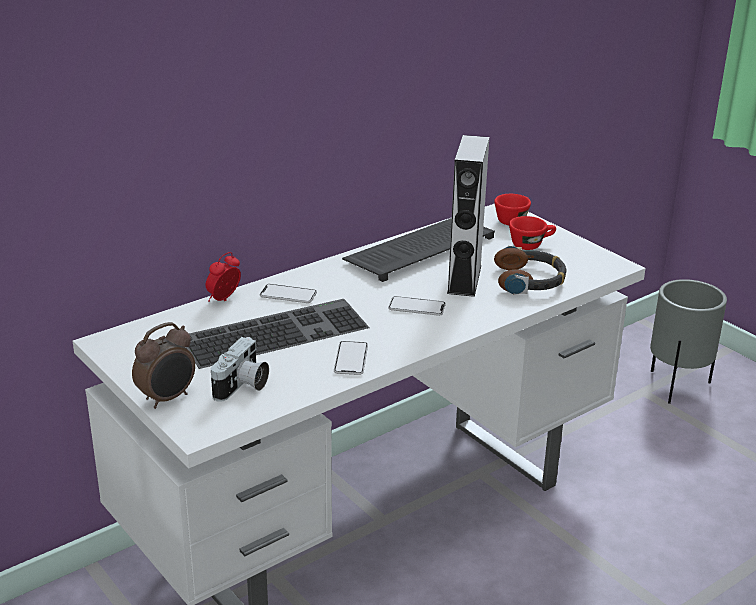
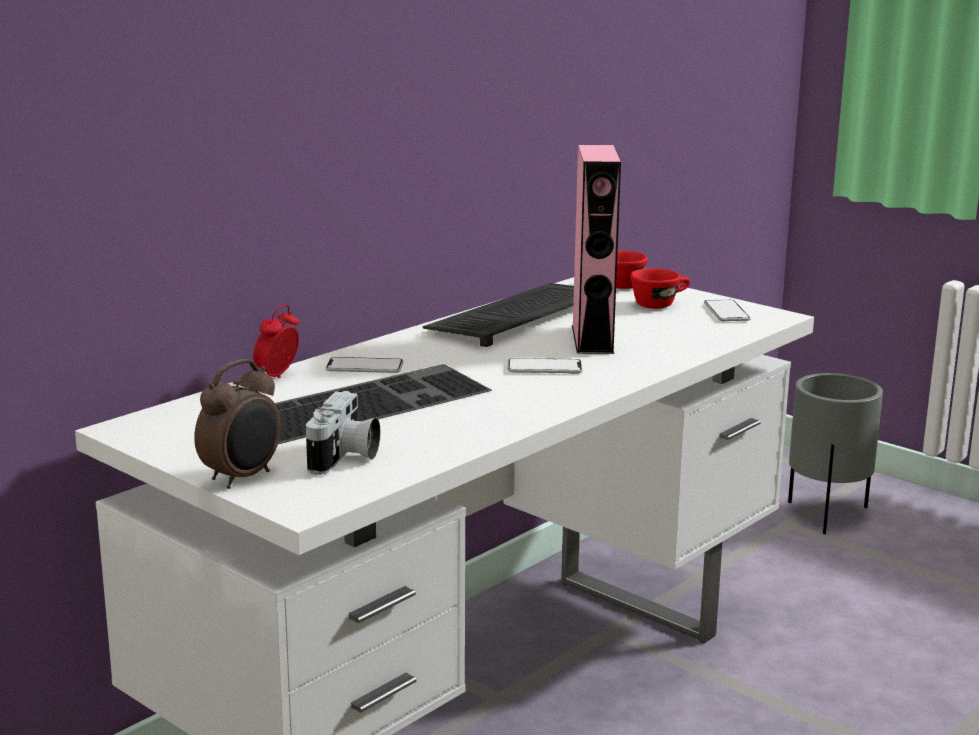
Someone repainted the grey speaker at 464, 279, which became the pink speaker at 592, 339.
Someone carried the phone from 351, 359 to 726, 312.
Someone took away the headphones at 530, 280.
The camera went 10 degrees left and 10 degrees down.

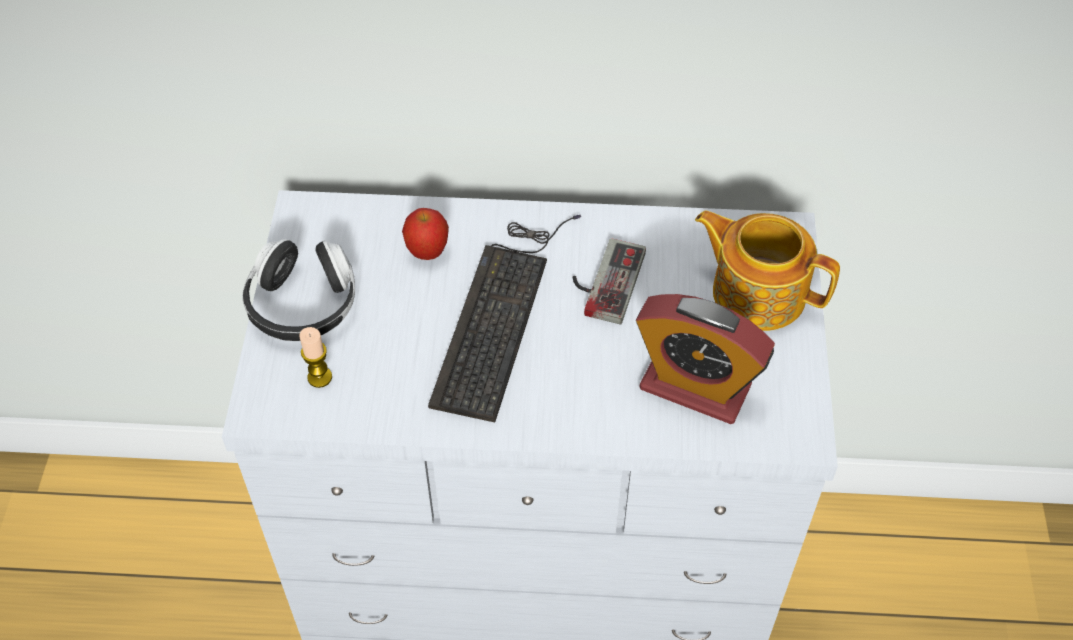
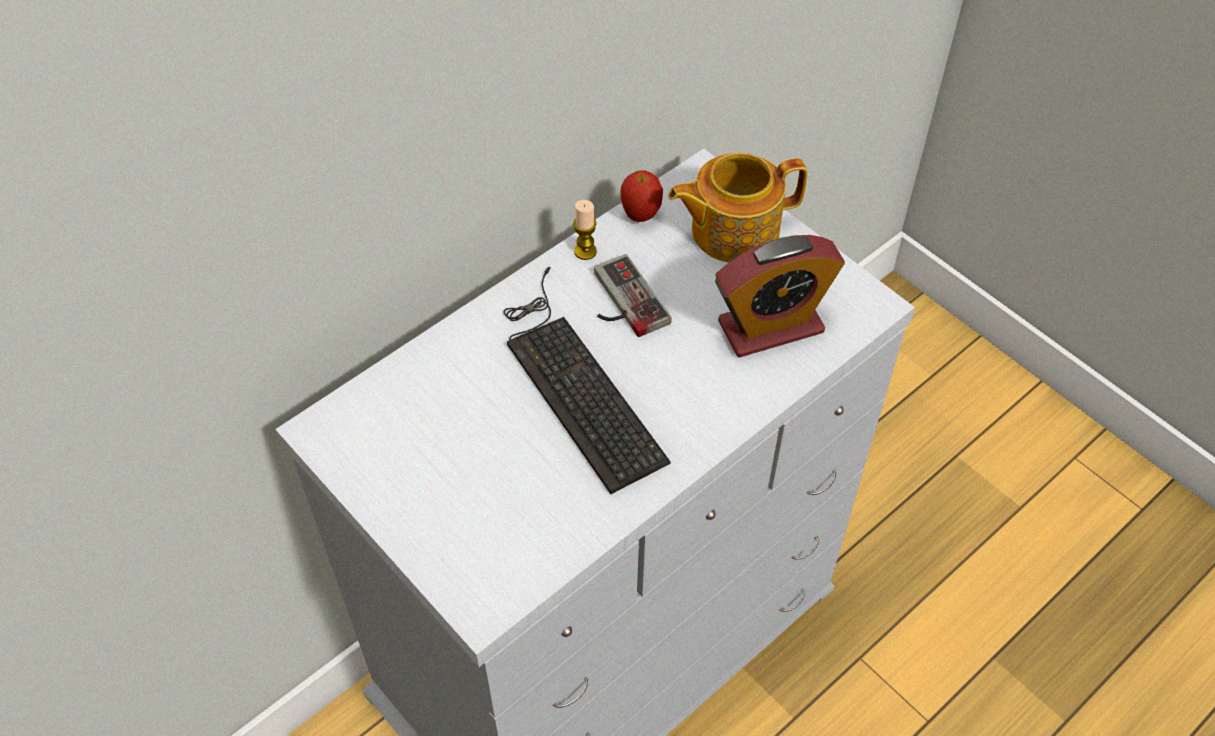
Someone carried the candle from 319, 377 to 585, 251.
Someone carried the apple from 427, 252 to 640, 215.
Someone took away the headphones at 303, 305.
The camera went 45 degrees left and 0 degrees up.

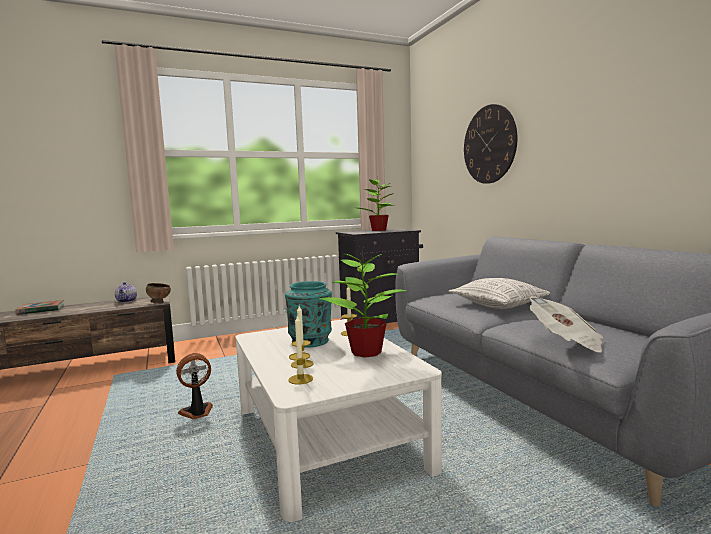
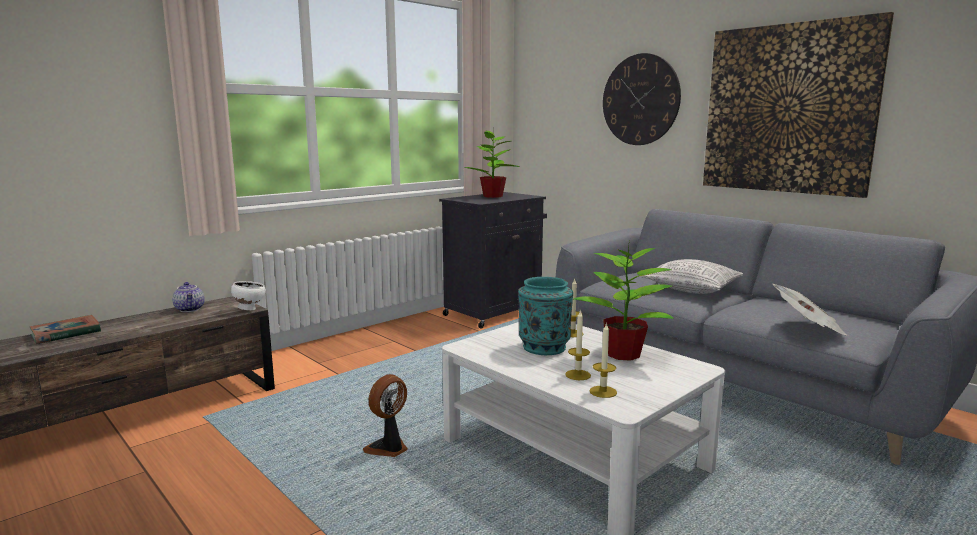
Someone repainted the brown bowl at 159, 303, which became the white bowl at 249, 309.
Someone put up the picture at 788, 109.
The camera went 20 degrees left and 5 degrees up.

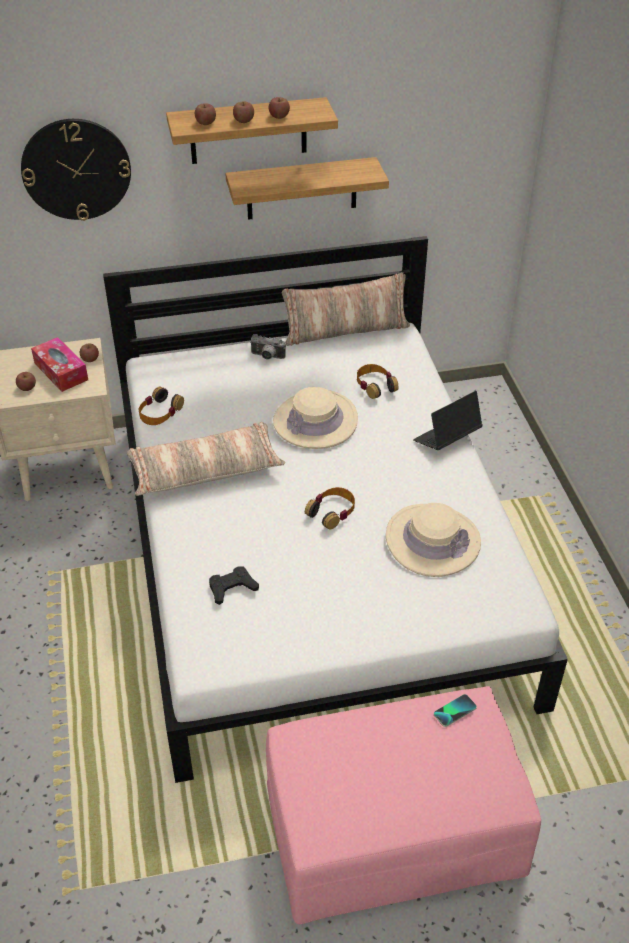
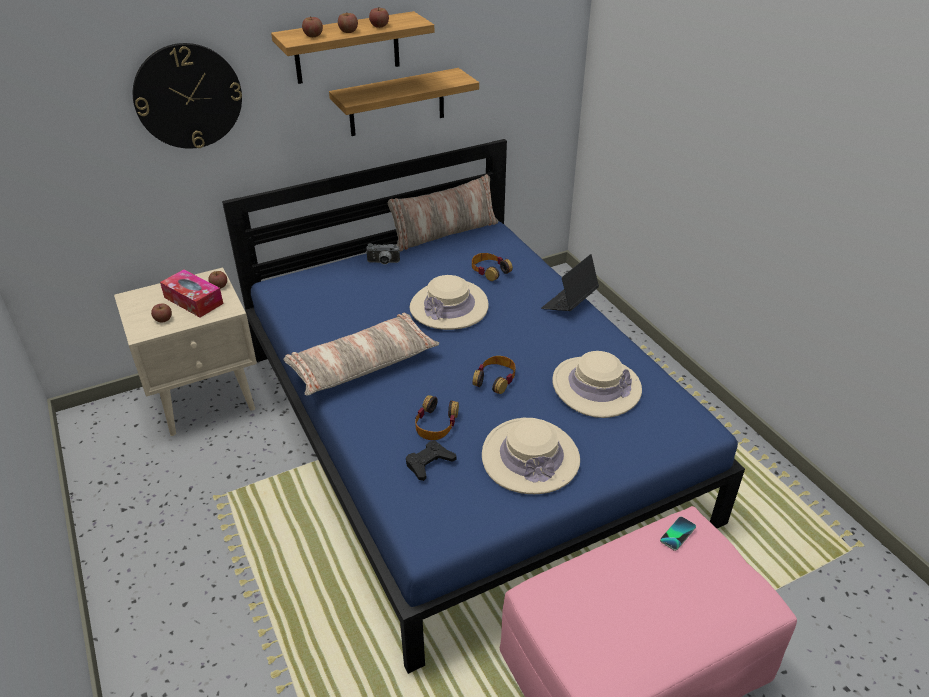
Someone repainted the white bed at 316, 553, which became the blue bed at 465, 431.
Someone carried the headphones from 160, 412 to 436, 423.
Someone put down the beige hat at 530, 457.
The camera went 15 degrees left and 5 degrees down.

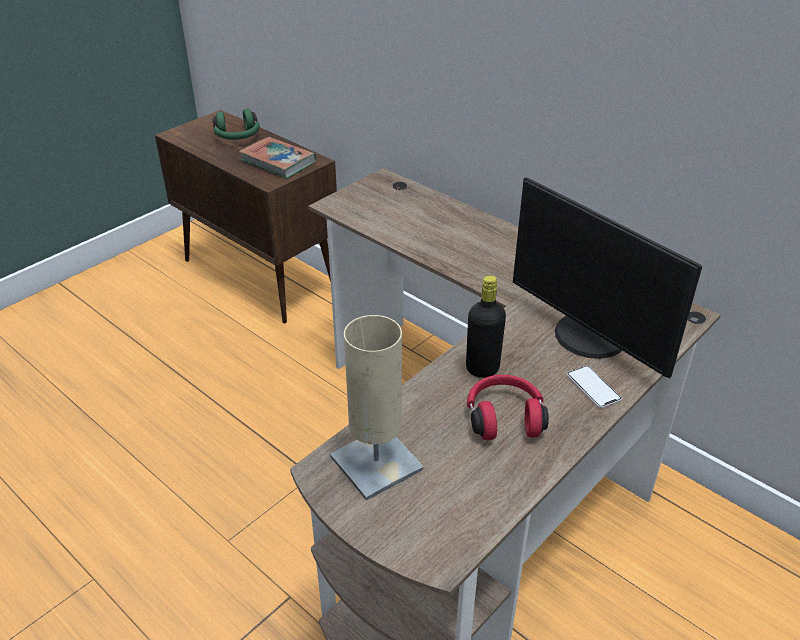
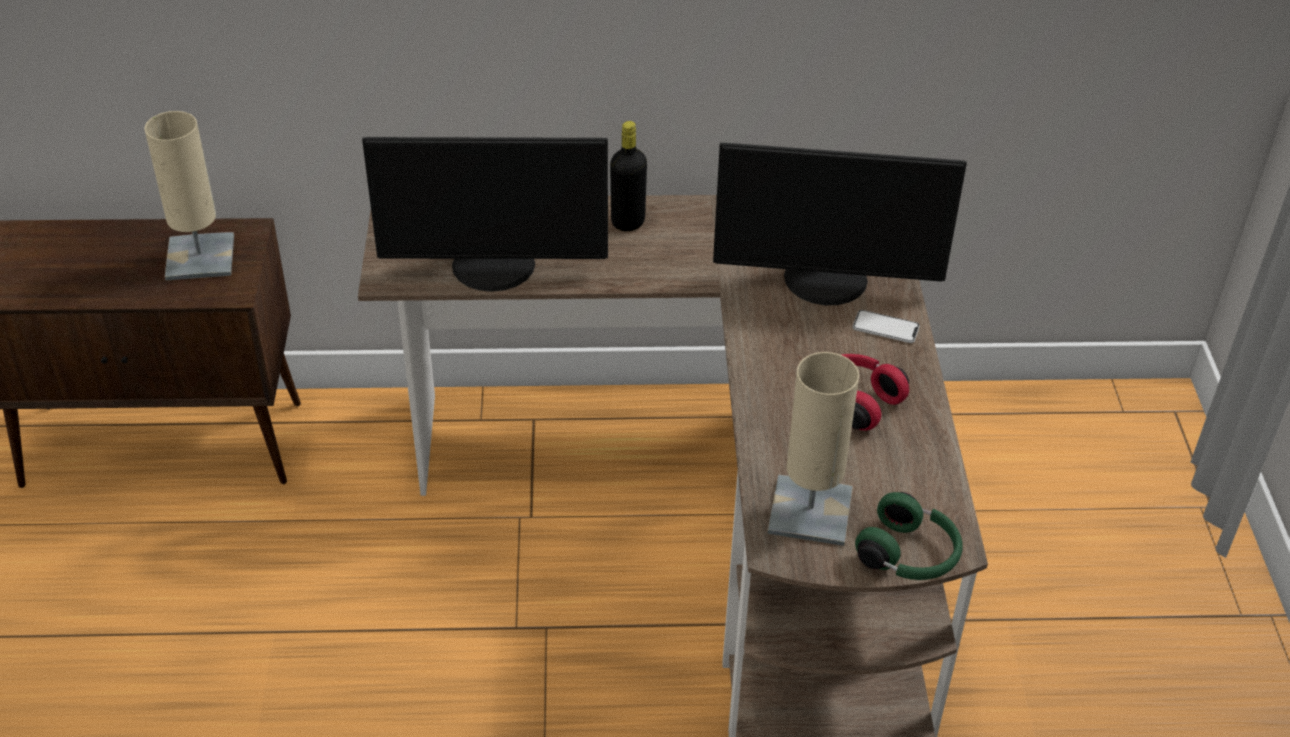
Someone swapped the book at 278, 161 for the beige table lamp at 200, 257.
Someone put down the monitor at 493, 268.
Someone carried the black bottle from 482, 369 to 628, 222.
Someone carried the green headphones from 237, 137 to 909, 555.
The camera went 45 degrees left and 5 degrees up.

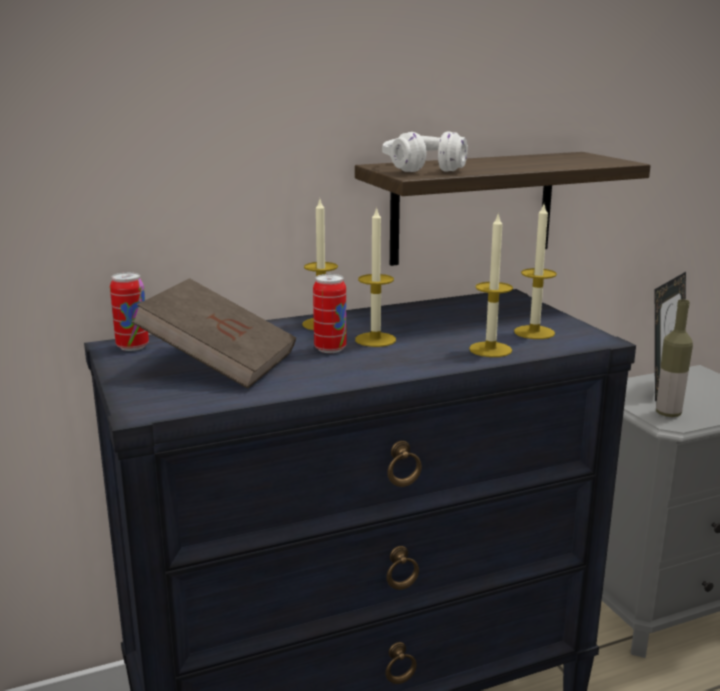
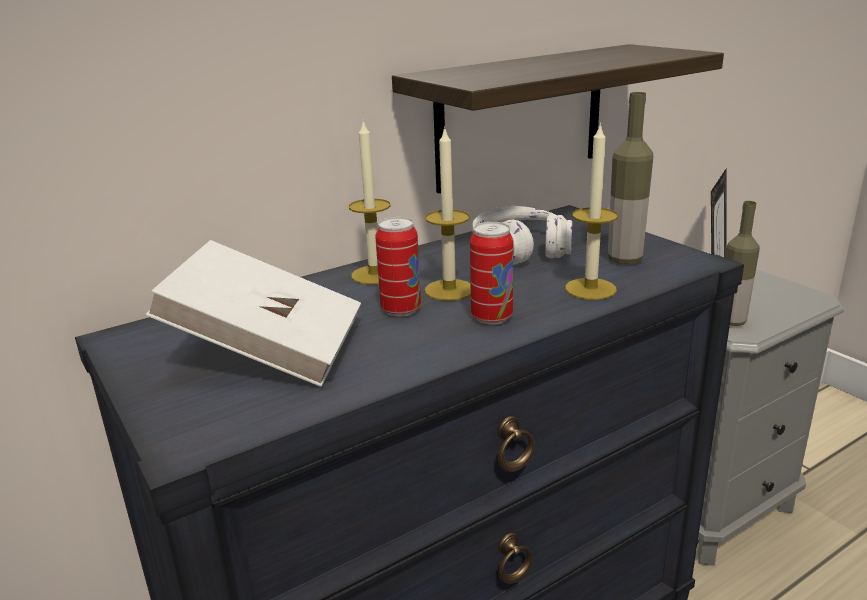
Someone repainted the brown book at 219, 363, which became the white book at 269, 349.
Someone carried the can from 132, 346 to 491, 317.
Someone carried the white headphones from 424, 168 to 521, 249.
Someone swapped the candle at 534, 332 for the bottle at 624, 259.
The camera went 10 degrees left and 5 degrees up.

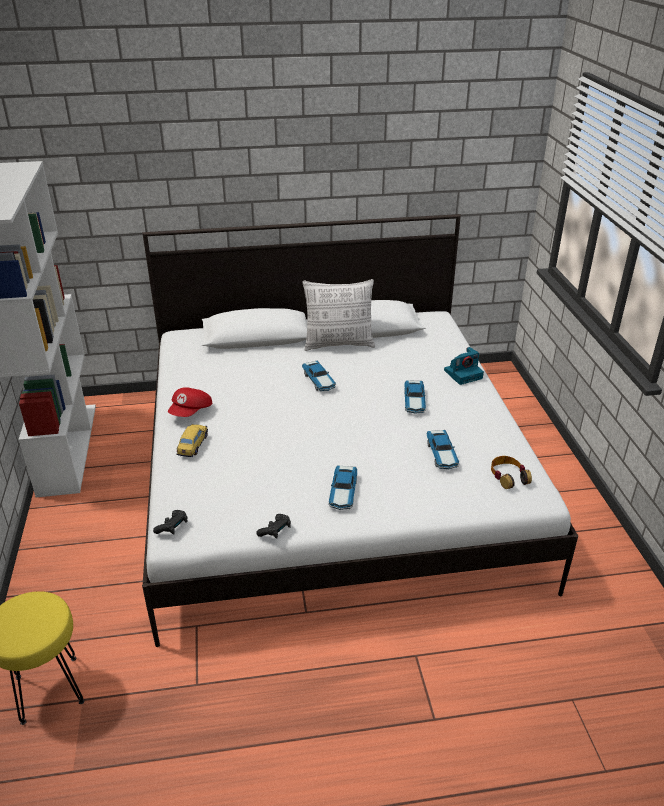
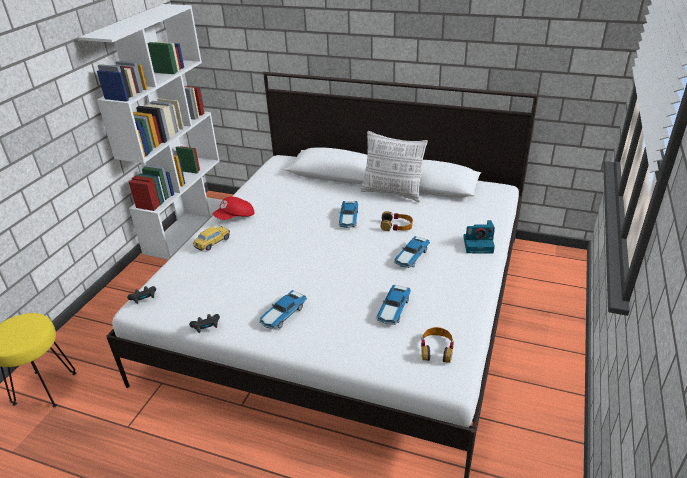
Someone put down the headphones at 396, 226.
The camera went 30 degrees right and 0 degrees up.

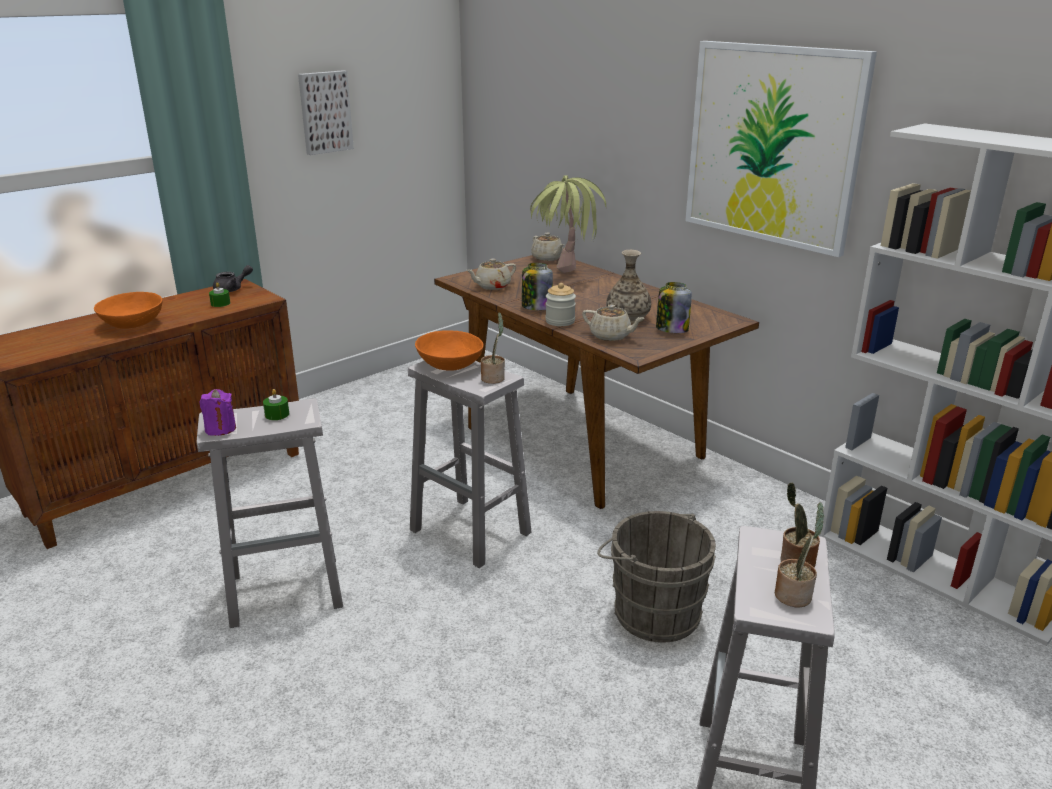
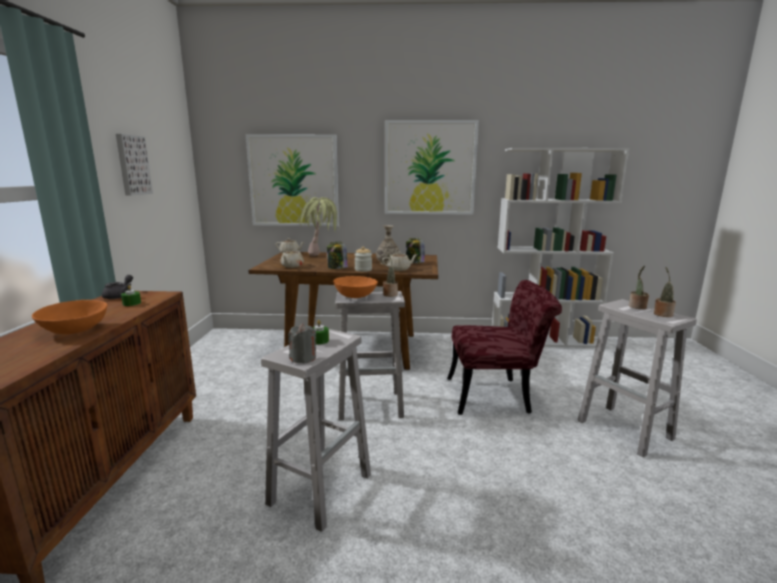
Someone put up the picture at 294, 181.
Someone repainted the purple candle at 220, 429, which became the grey candle at 303, 358.
Someone swapped the grey bucket at 652, 611 for the red chair at 497, 395.
The camera went 45 degrees left and 10 degrees down.

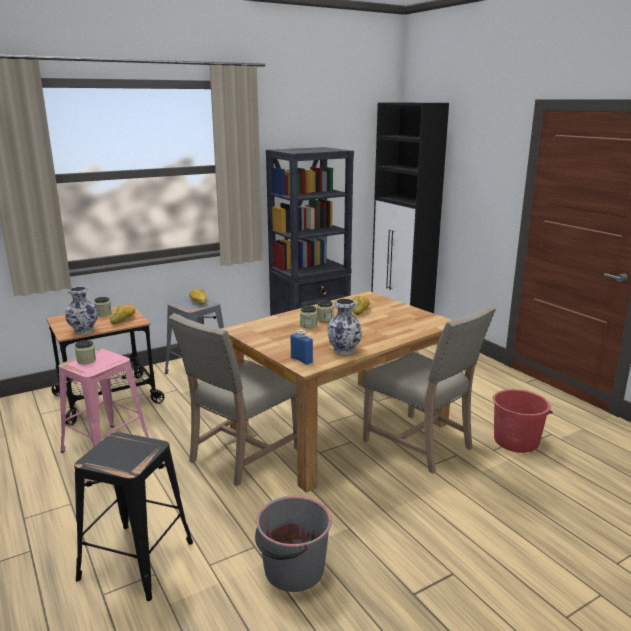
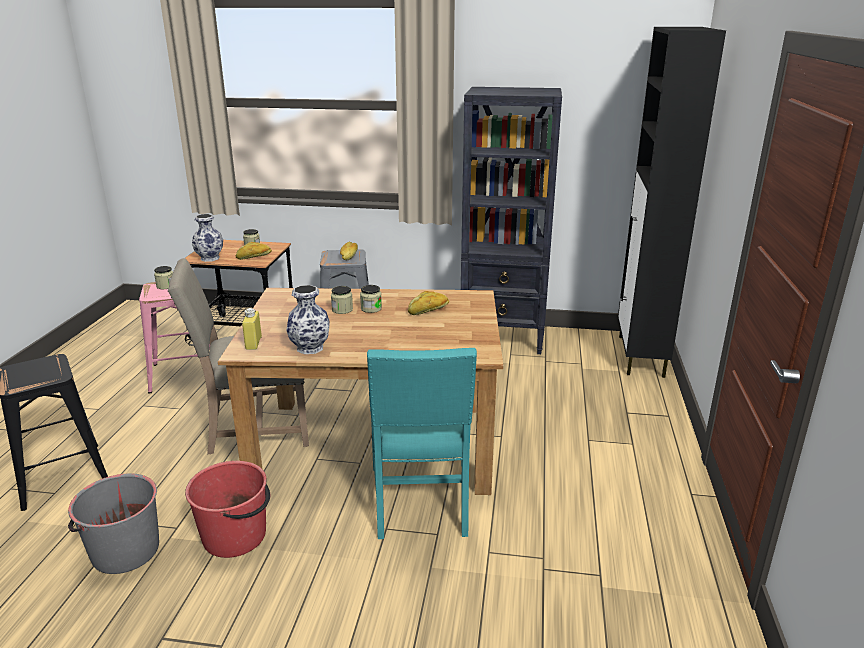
Someone carried the red bucket from 516, 441 to 236, 536.
Someone repainted the blue bottle at 301, 360, which became the yellow bottle at 253, 343.
Someone repainted the beige chair at 421, 444, which became the turquoise chair at 421, 502.
The camera went 40 degrees right and 5 degrees up.

